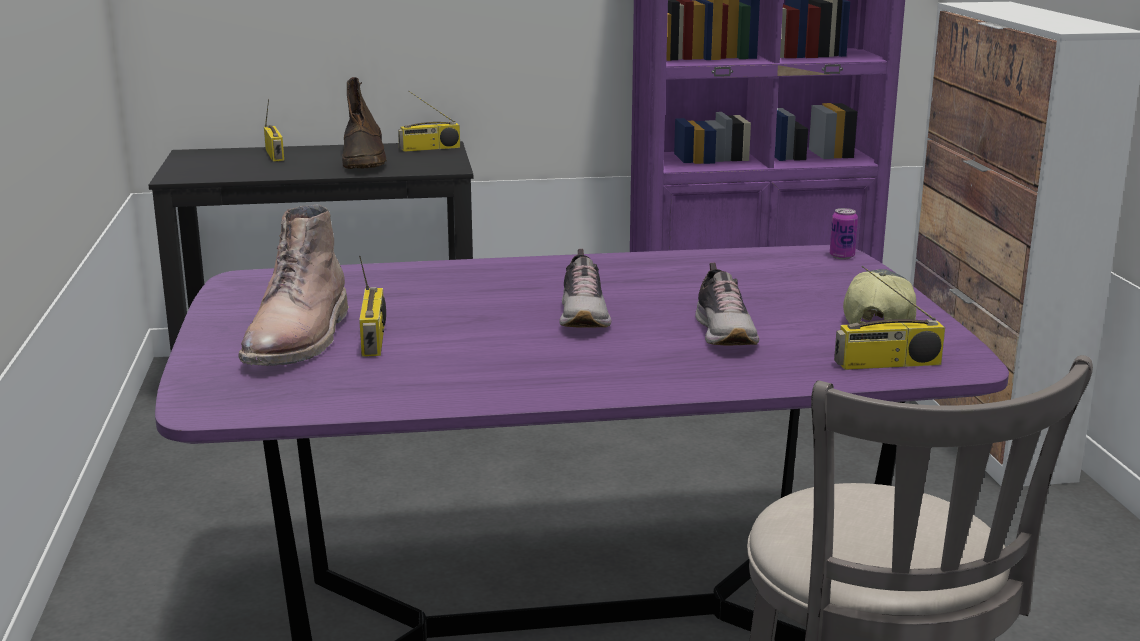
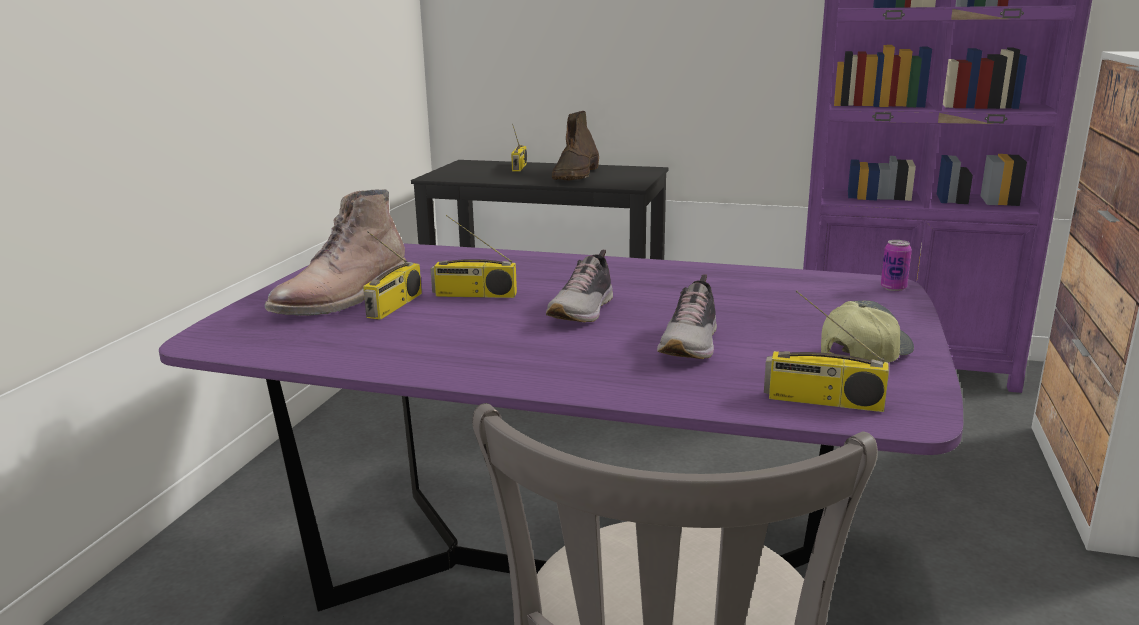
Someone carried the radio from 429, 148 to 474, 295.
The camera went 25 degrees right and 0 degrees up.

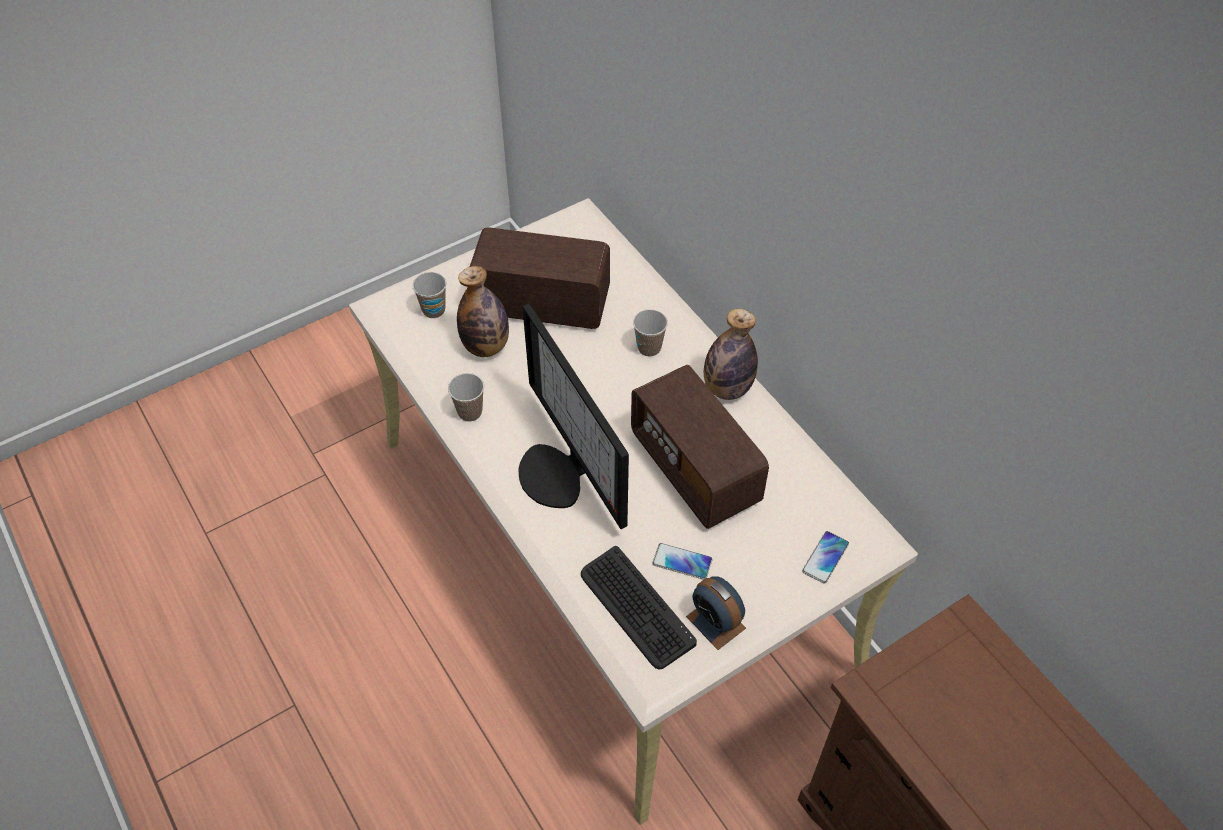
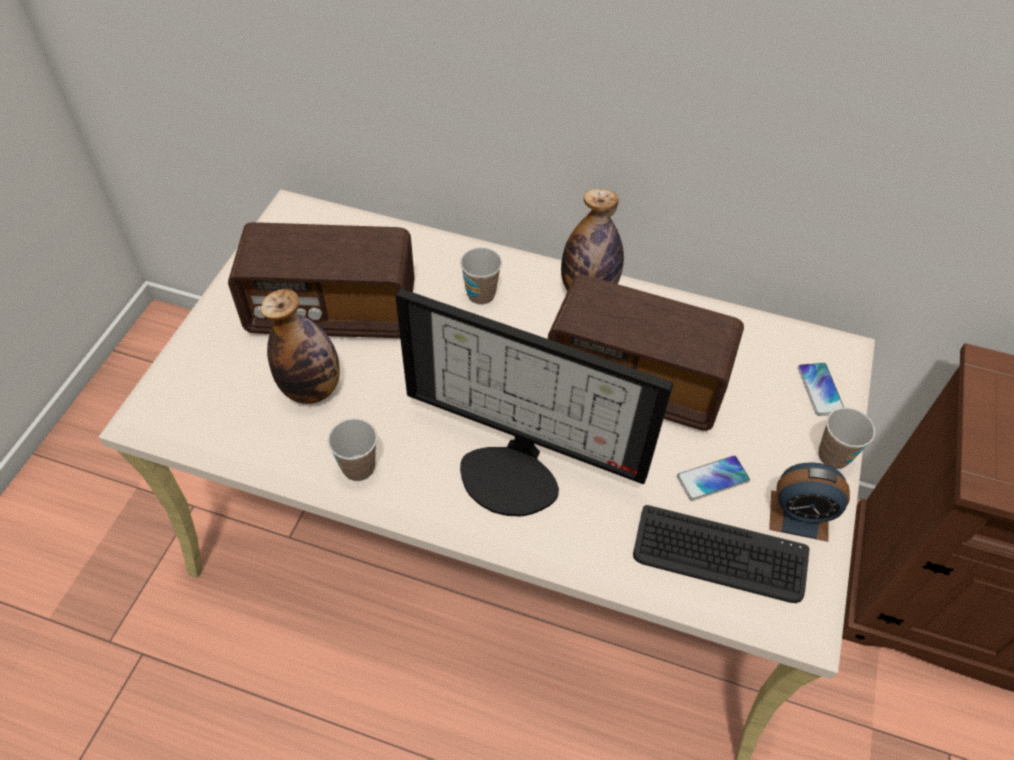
Someone rotated the radio at 542, 304 by 150 degrees counterclockwise.
Someone carried the cup from 434, 310 to 833, 456.
The camera went 40 degrees left and 0 degrees up.

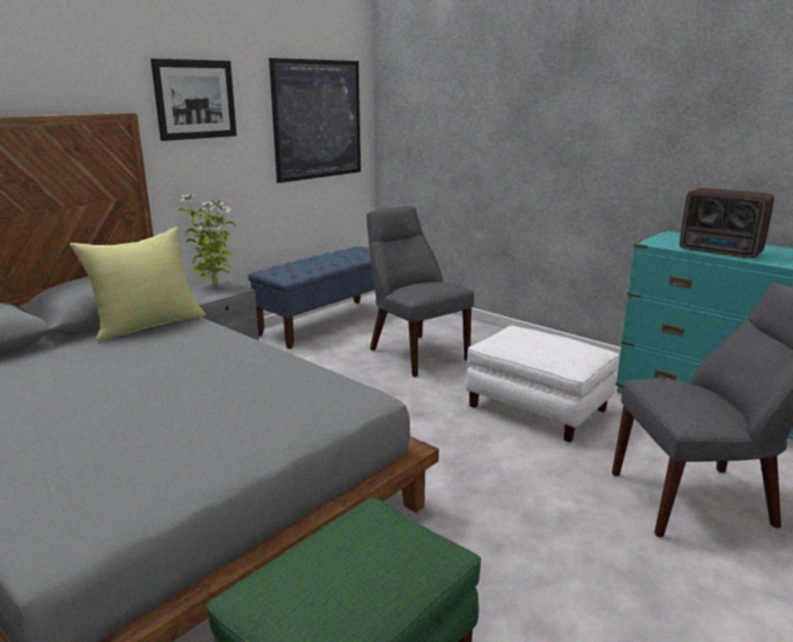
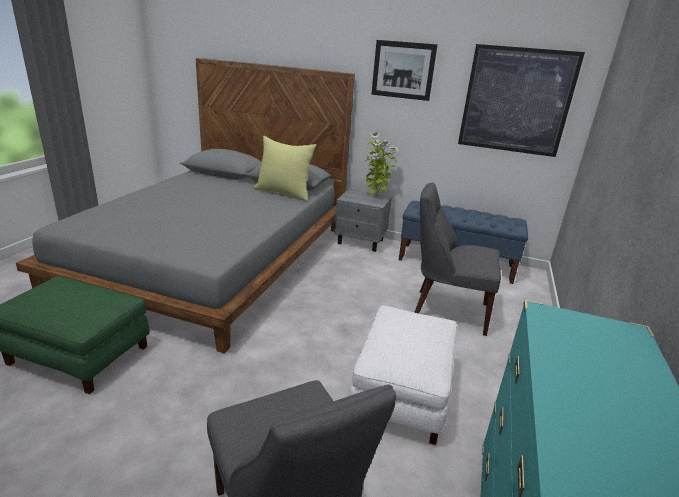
Someone rotated the grey chair at 415, 353 by 105 degrees counterclockwise.
Someone took away the radio at 721, 252.
The camera went 65 degrees right and 5 degrees up.

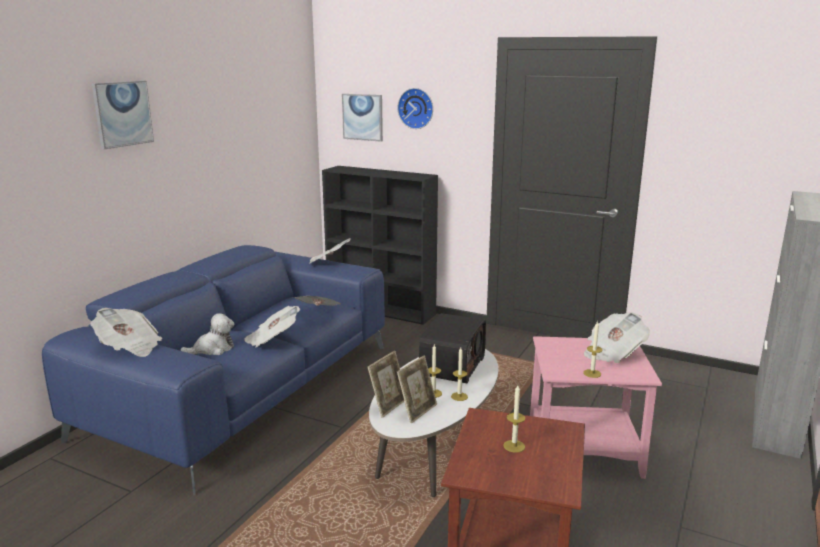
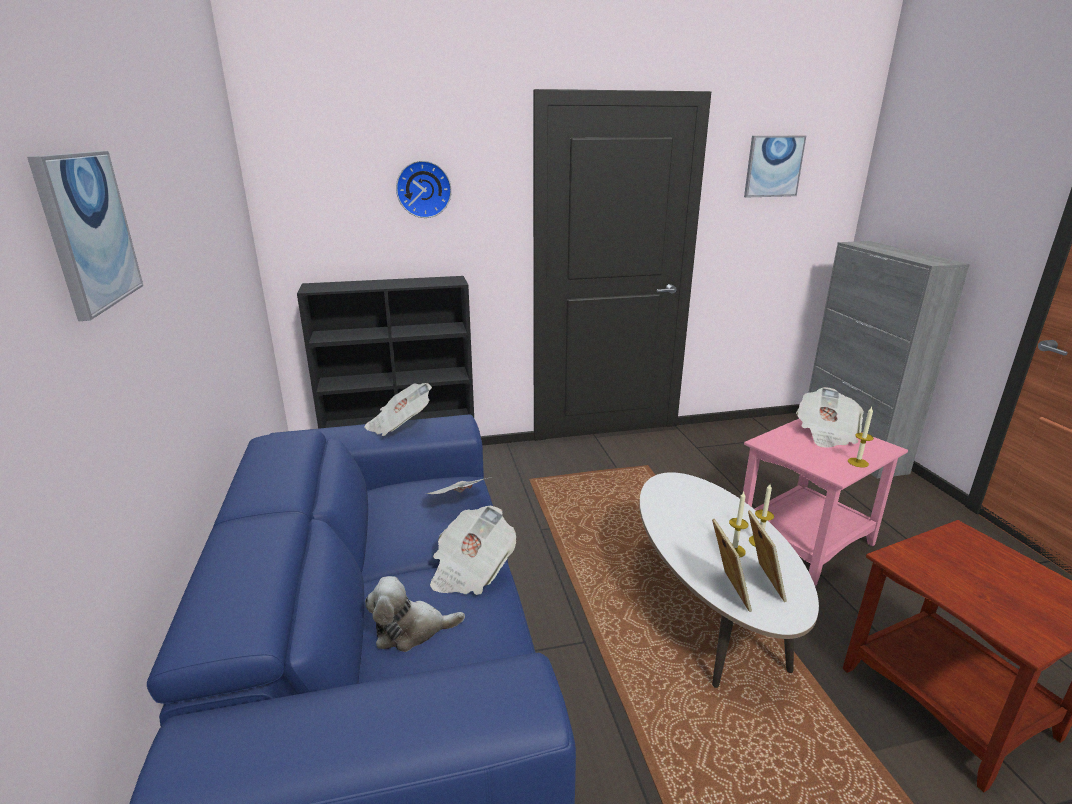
Someone rotated the plush toy at 213, 349 by 120 degrees counterclockwise.
Someone carried the picture from 363, 117 to 773, 166.
Someone took away the newspaper at 129, 347.
Someone took away the radio at 451, 366.
Someone took away the candle at 514, 446.
The camera went 40 degrees left and 5 degrees up.

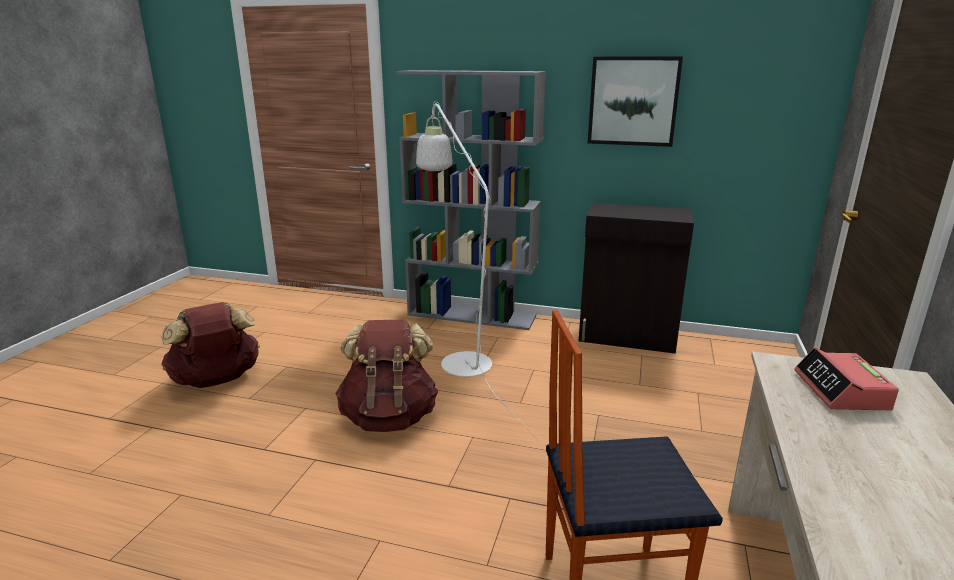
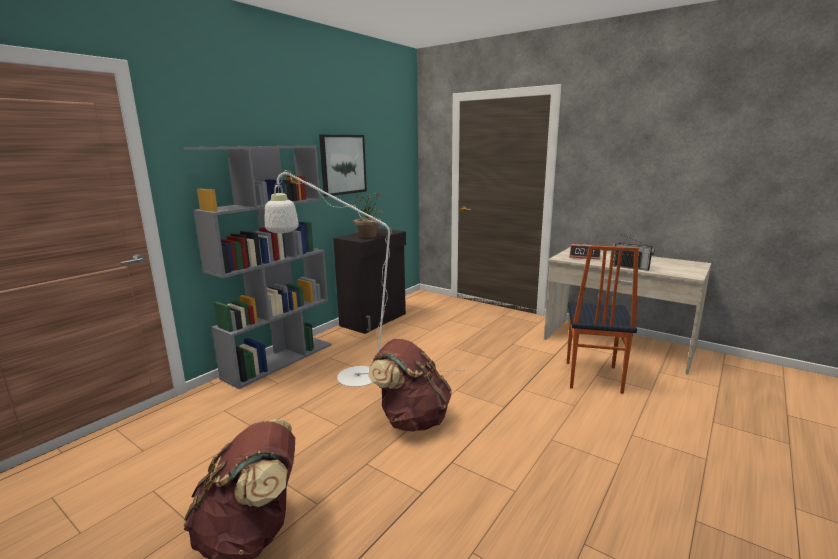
Someone put down the potted plant at 368, 236.
Someone put down the radio at 631, 267.
The camera went 70 degrees left and 5 degrees down.

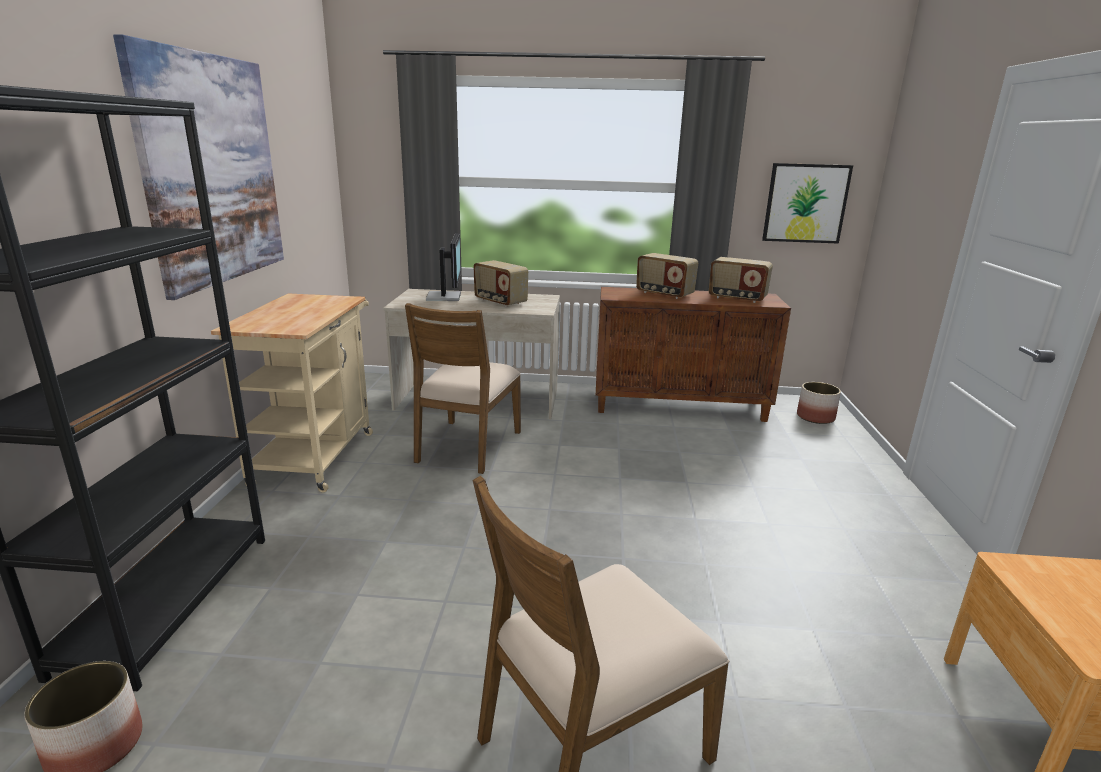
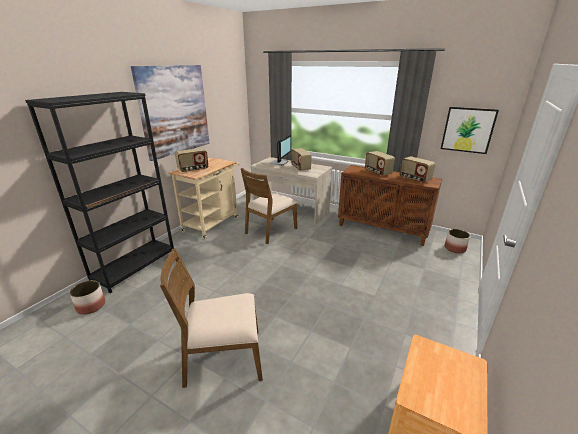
Someone put down the radio at 193, 170.
The camera went 25 degrees right and 5 degrees up.

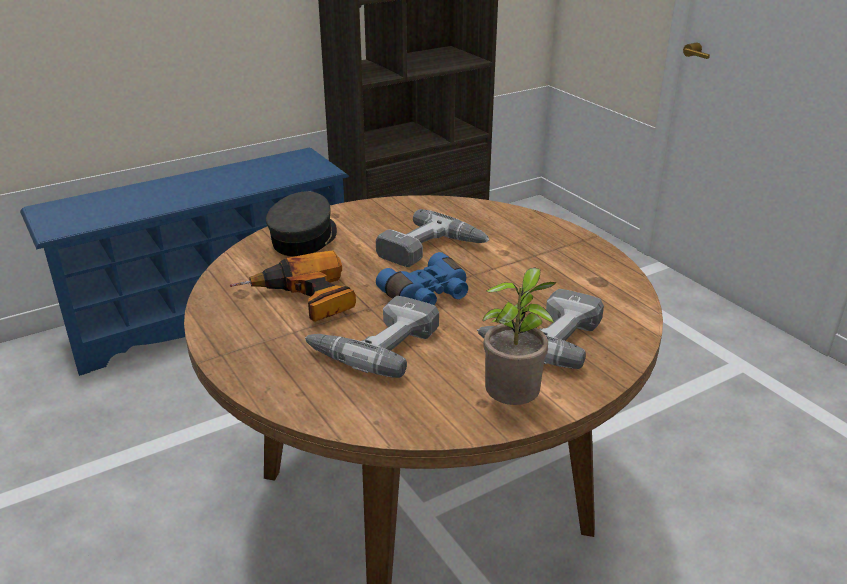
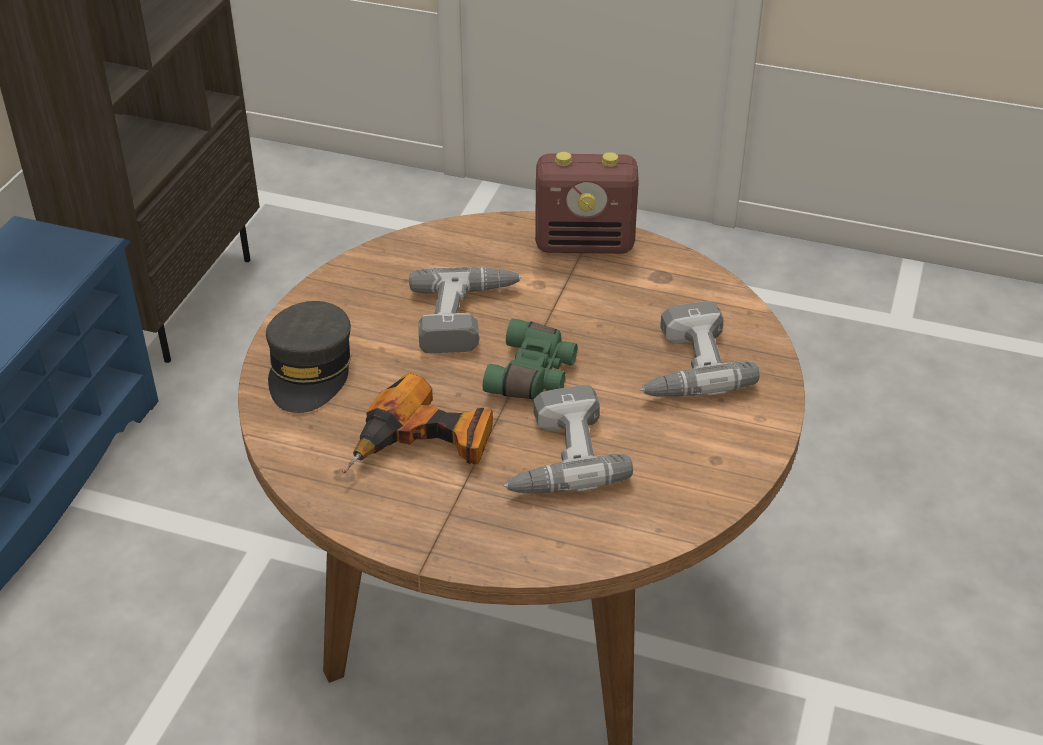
Someone rotated the grey cap at 304, 238 by 150 degrees counterclockwise.
Someone repainted the blue binoculars at 428, 296, which became the green binoculars at 534, 375.
Someone put down the radio at 585, 244.
Someone took away the potted plant at 513, 404.
The camera went 40 degrees left and 10 degrees up.

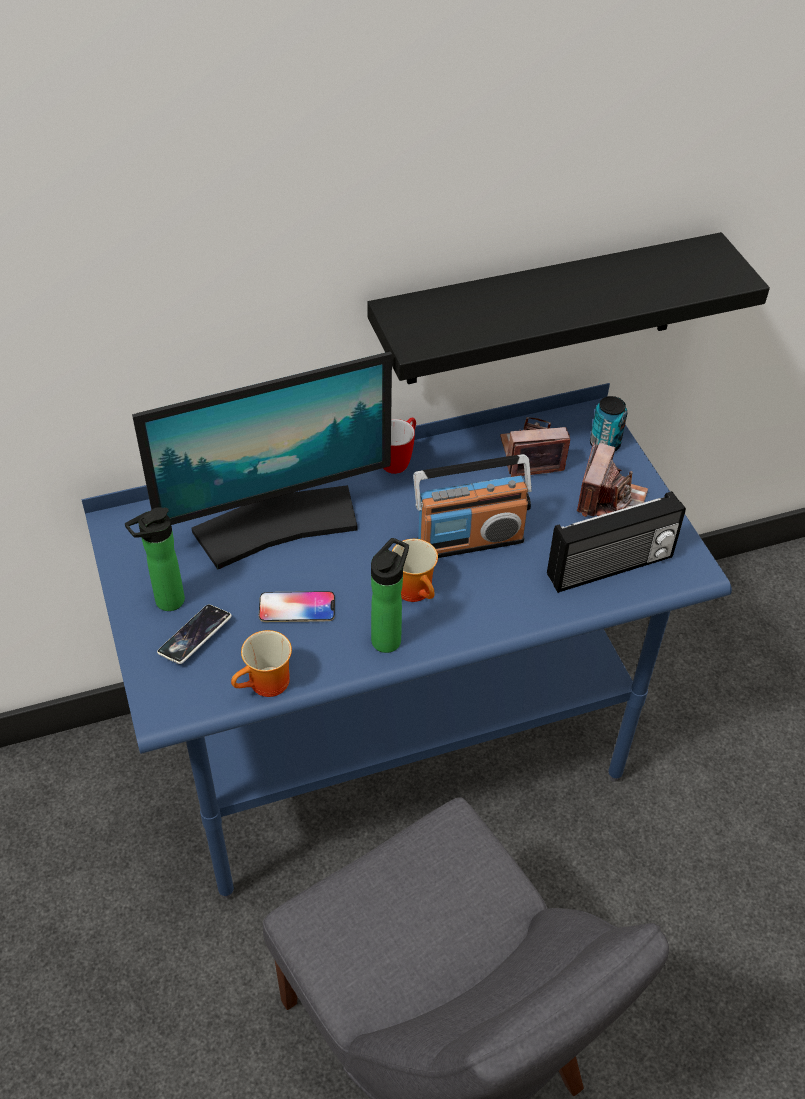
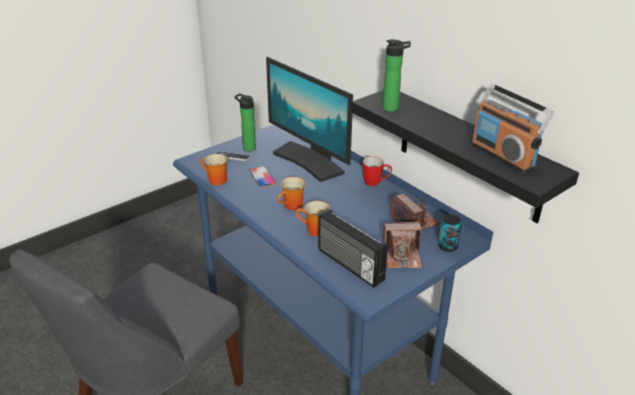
Someone put down the mug at 314, 230.
Someone carried the bottle from 388, 637 to 393, 108.
Someone carried the radio from 469, 540 to 503, 155.
The camera went 70 degrees right and 15 degrees down.

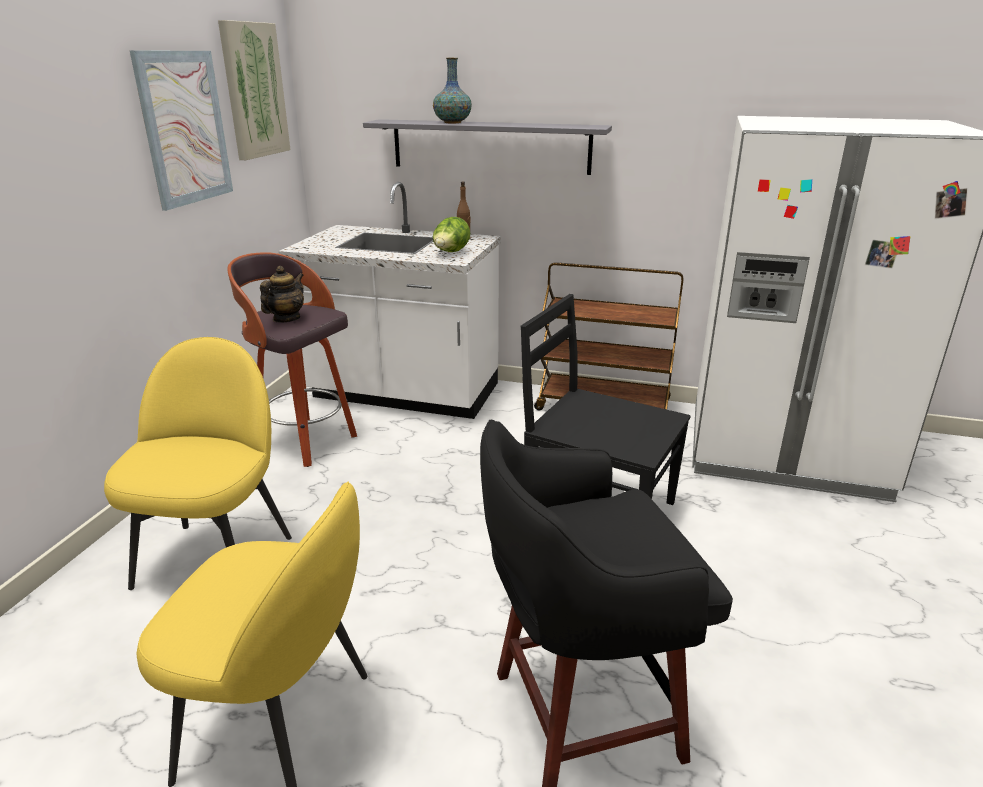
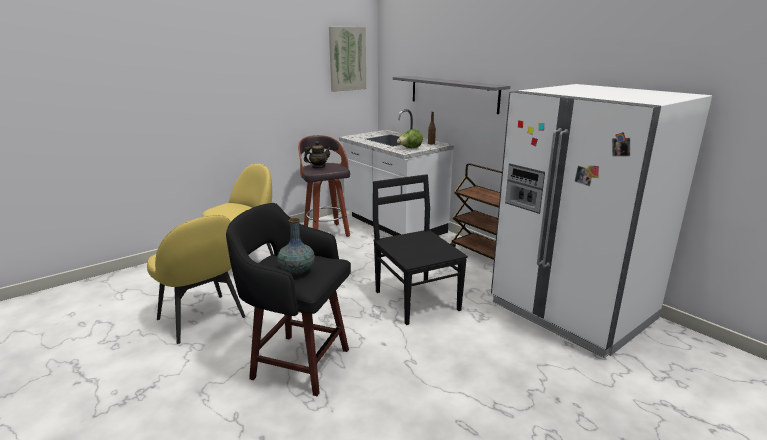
Someone carried the vase from 452, 122 to 297, 271.
Someone took away the picture at 185, 128.
The camera went 35 degrees right and 5 degrees down.

